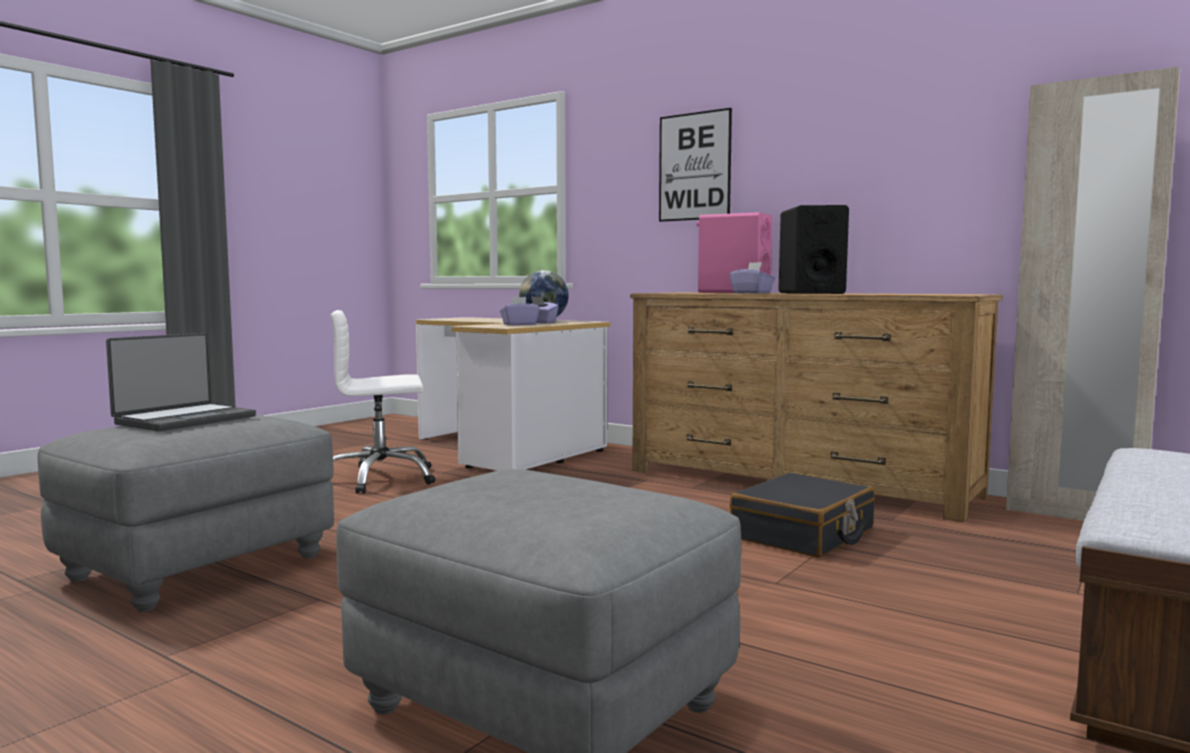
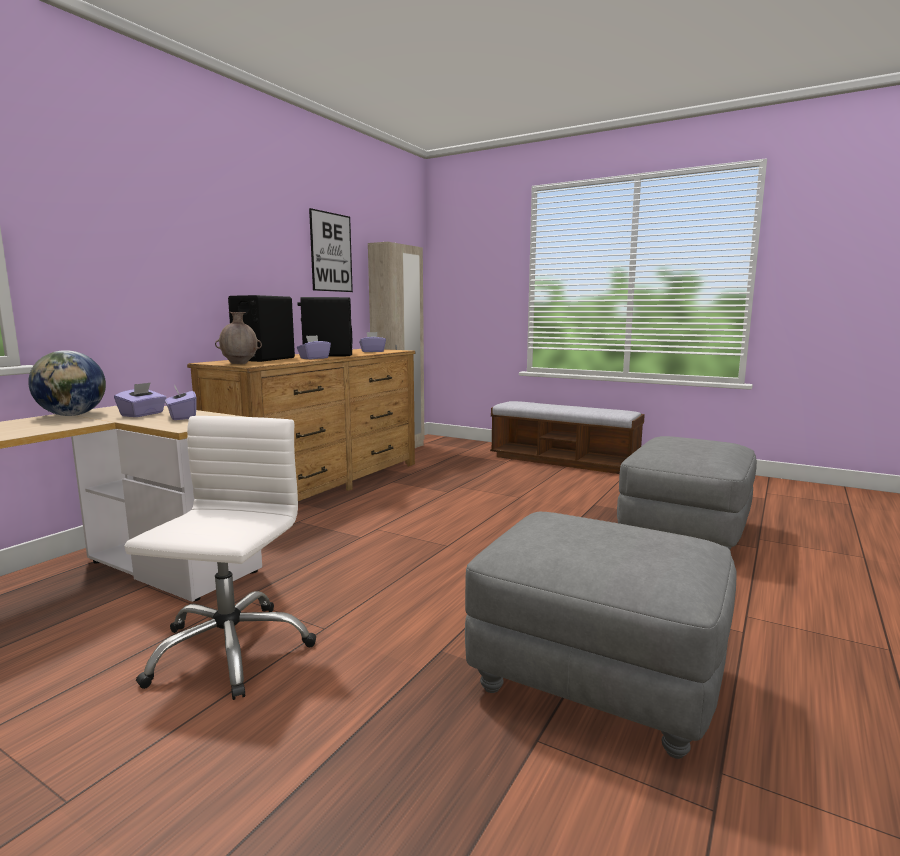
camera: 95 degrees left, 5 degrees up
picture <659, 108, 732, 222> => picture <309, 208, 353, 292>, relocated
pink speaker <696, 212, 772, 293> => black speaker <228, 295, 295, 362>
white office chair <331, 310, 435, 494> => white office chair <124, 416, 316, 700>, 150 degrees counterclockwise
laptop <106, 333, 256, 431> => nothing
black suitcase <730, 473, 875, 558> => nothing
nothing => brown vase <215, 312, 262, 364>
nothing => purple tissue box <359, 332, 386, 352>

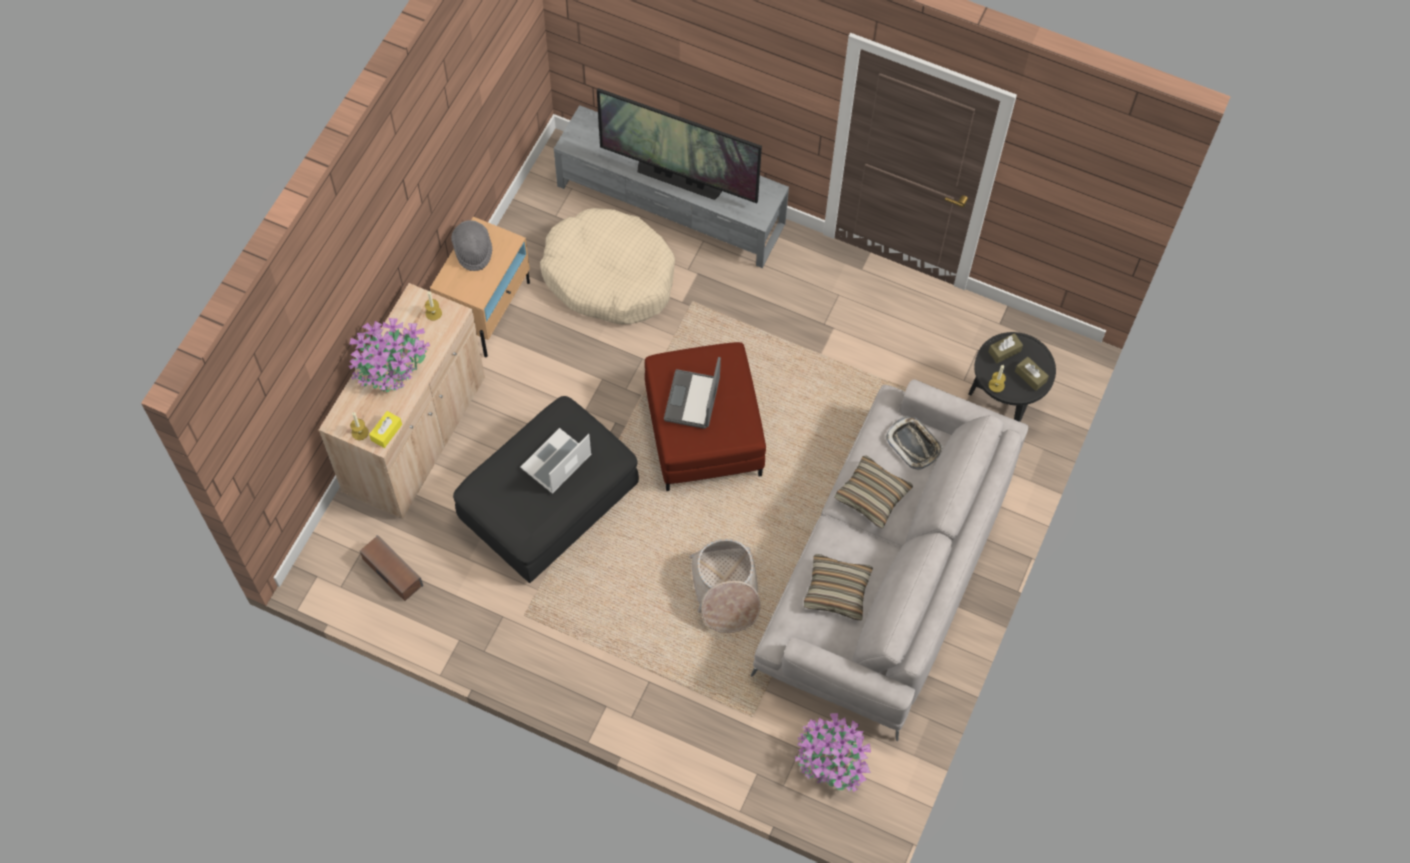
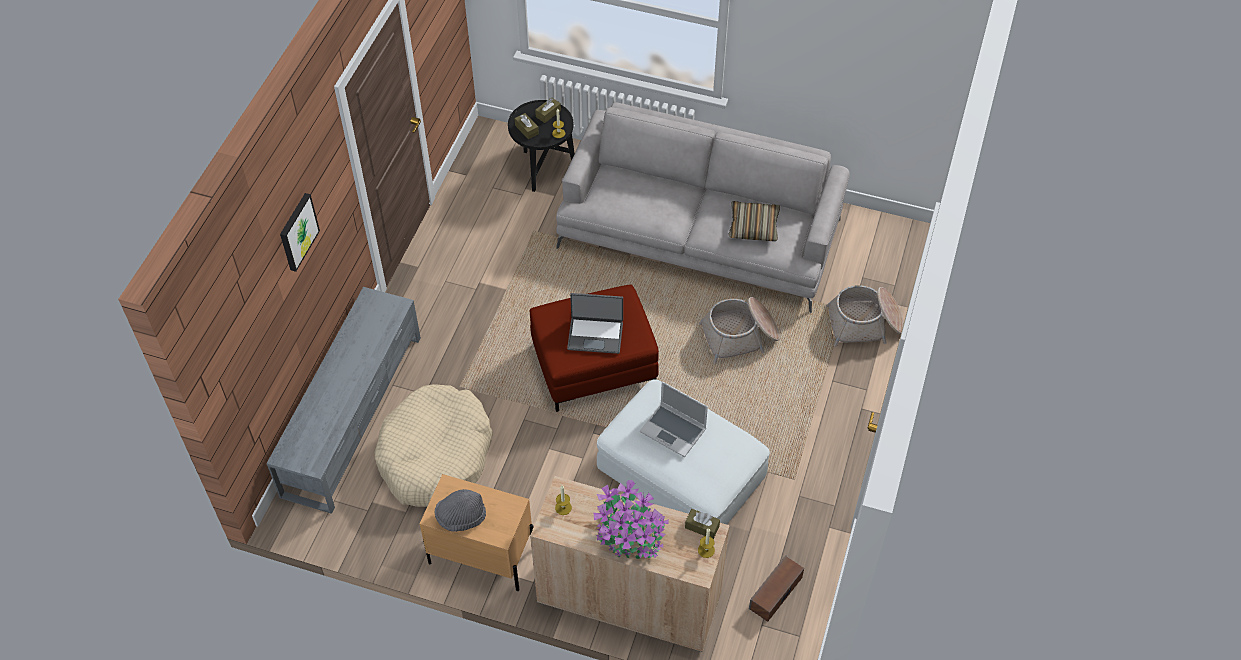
camera: 95 degrees left, 10 degrees down
television <597, 88, 762, 203> => nothing
black ottoman <453, 396, 639, 583> => white ottoman <597, 379, 770, 524>
yellow tissue box <369, 411, 402, 448> => brown tissue box <685, 509, 720, 539>
tray <885, 416, 943, 470> => nothing
pillow <834, 455, 913, 528> => nothing
potted plant <795, 713, 871, 792> => nothing
nothing => picture <280, 193, 320, 272>
nothing => basket <826, 285, 904, 347>

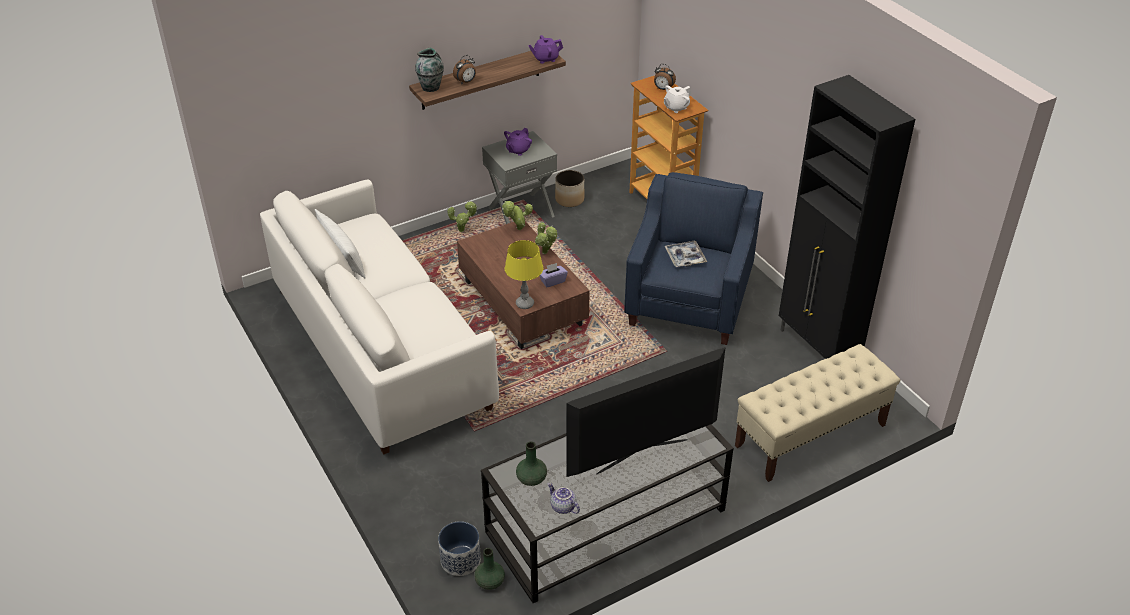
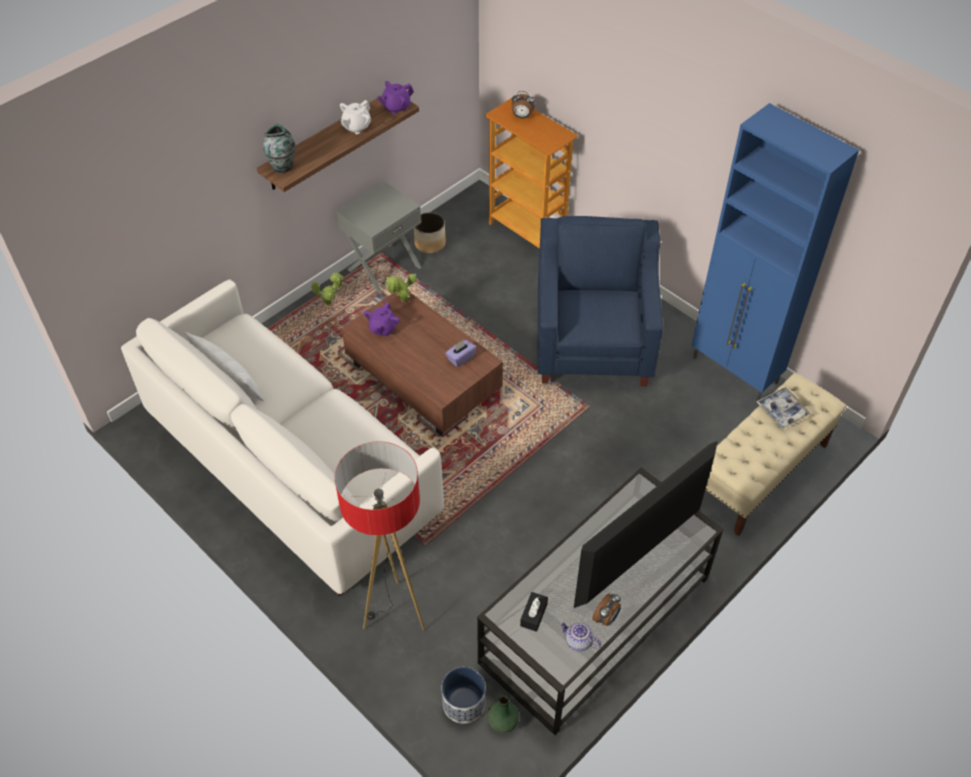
camera: 15 degrees left, 10 degrees up
alarm clock <453, 55, 476, 84> => alarm clock <592, 594, 621, 626>, relocated
black cabinet <779, 75, 915, 359> => blue cabinet <692, 103, 859, 401>
white teapot <664, 85, 691, 113> => white teapot <340, 100, 371, 134>, relocated
purple teapot <504, 128, 532, 156> => purple teapot <364, 302, 400, 336>, relocated
potted plant <535, 221, 557, 254> => nothing
yellow table lamp <505, 240, 543, 309> => nothing
tray <665, 241, 707, 267> => tray <756, 387, 811, 429>, relocated
green vase <516, 442, 547, 486> => black tissue box <520, 592, 548, 632>
nothing => floor lamp <335, 441, 425, 631>

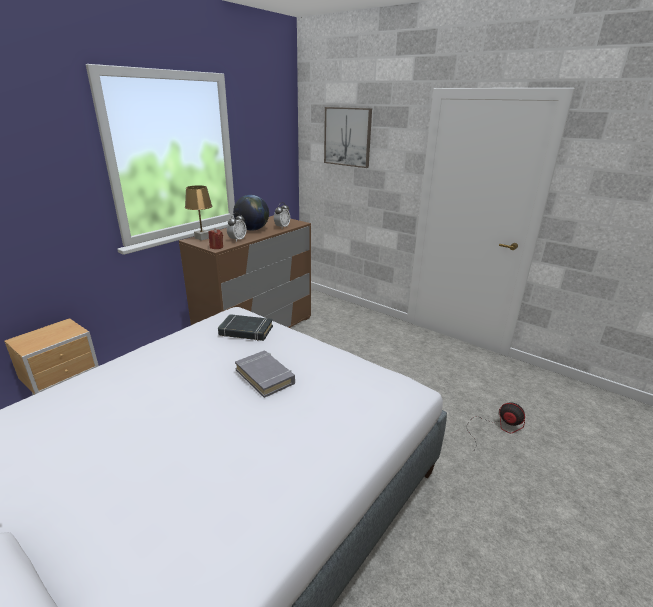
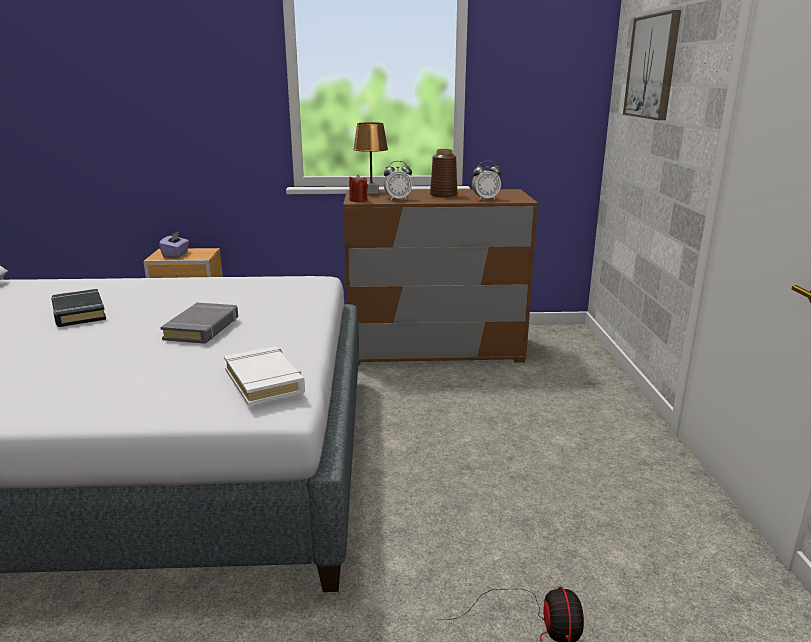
camera: 50 degrees right, 5 degrees down
globe <233, 195, 269, 231> => brown vase <430, 149, 457, 198>
black book <218, 314, 273, 341> => black book <51, 289, 106, 327>, relocated
nothing => purple tissue box <159, 231, 189, 258>
nothing => white book <224, 346, 305, 406>

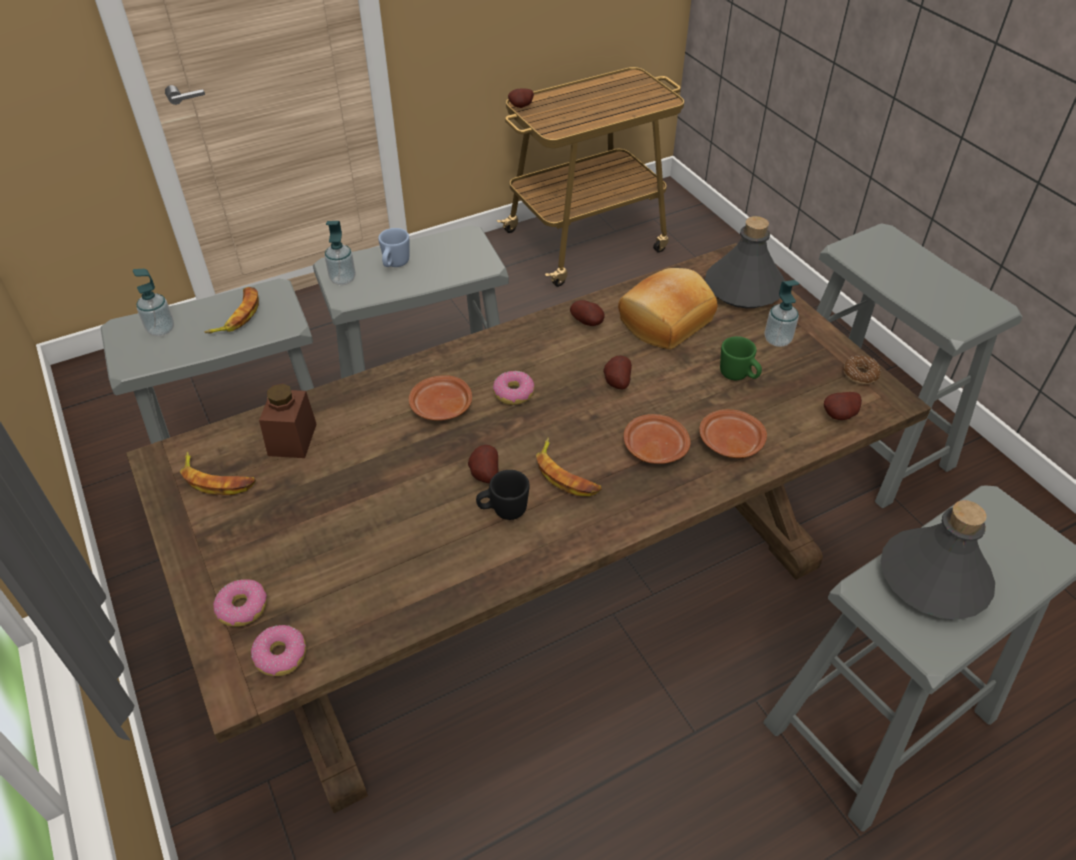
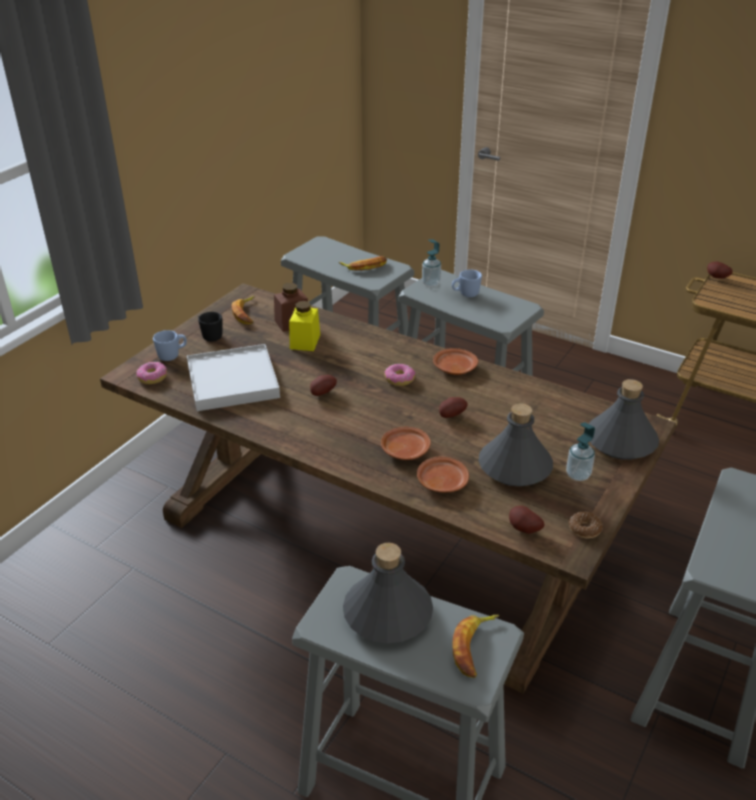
camera: 60 degrees right, 10 degrees down
bread <618, 268, 717, 350> => nothing
soap dispenser <133, 269, 174, 336> => nothing
potato <570, 300, 605, 326> => nothing
green mug <720, 336, 762, 380> => grey bottle <479, 403, 553, 486>
brown plate <409, 375, 472, 421> => brown plate <433, 348, 478, 375>, relocated
banana <536, 438, 602, 497> => banana <453, 615, 499, 678>, relocated
black mug <476, 470, 530, 520> => black mug <198, 312, 222, 341>, relocated
donut <213, 579, 267, 627> => blue mug <153, 330, 187, 361>
nothing => yellow jar <289, 301, 320, 351>
nothing => white tray <187, 344, 280, 411>

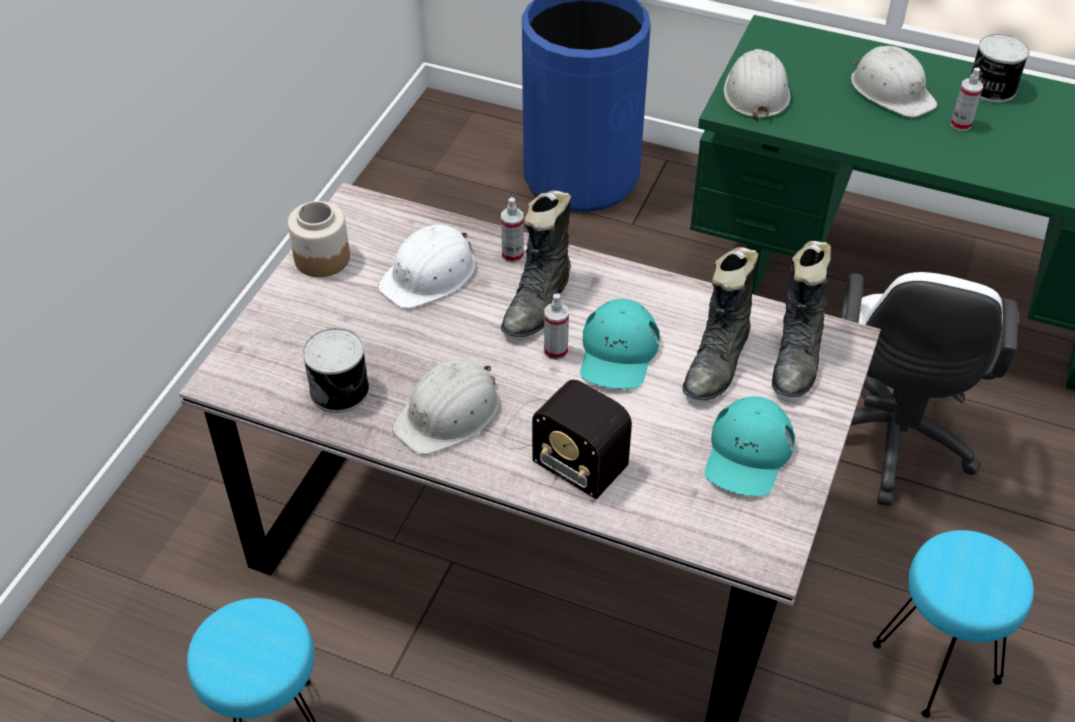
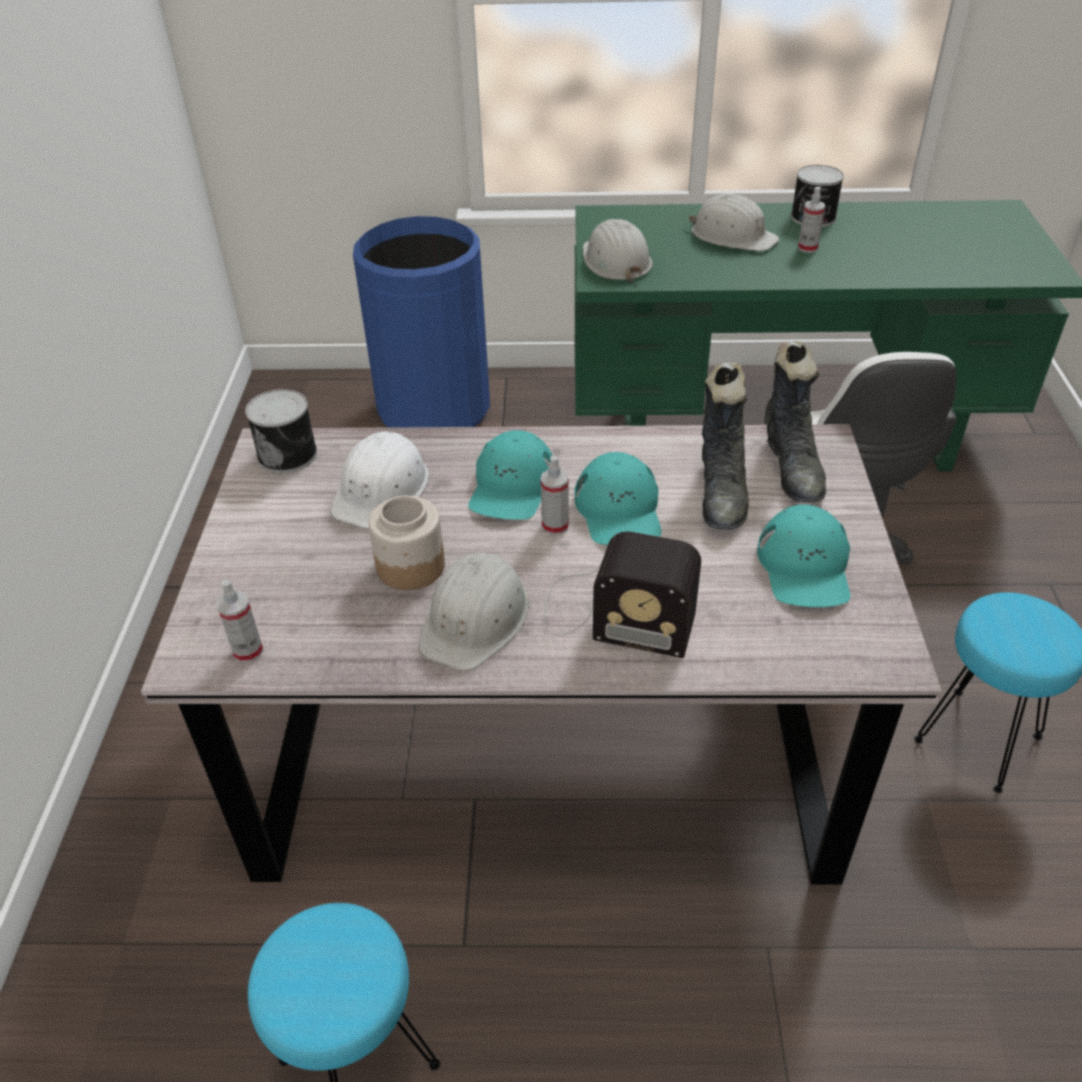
camera: 20 degrees left, 5 degrees down
black boot <501, 190, 571, 337> => turquoise cap <468, 430, 553, 520>
spray bottle <501, 197, 524, 263> => spray bottle <216, 579, 264, 663>, relocated
jar <288, 201, 350, 277> => jar <368, 496, 445, 590>, relocated
can <302, 328, 370, 413> => can <245, 389, 317, 473>, relocated

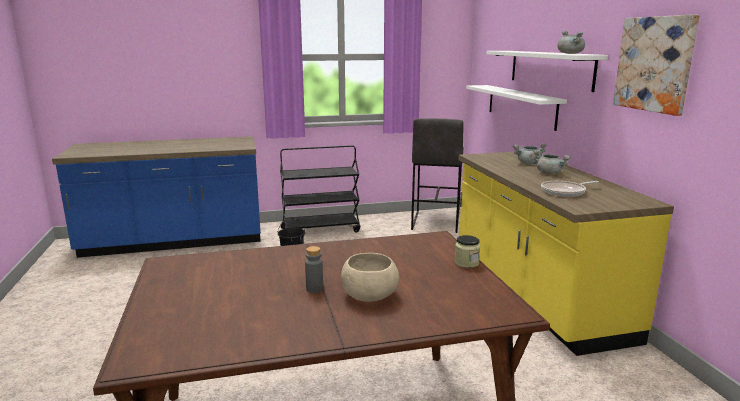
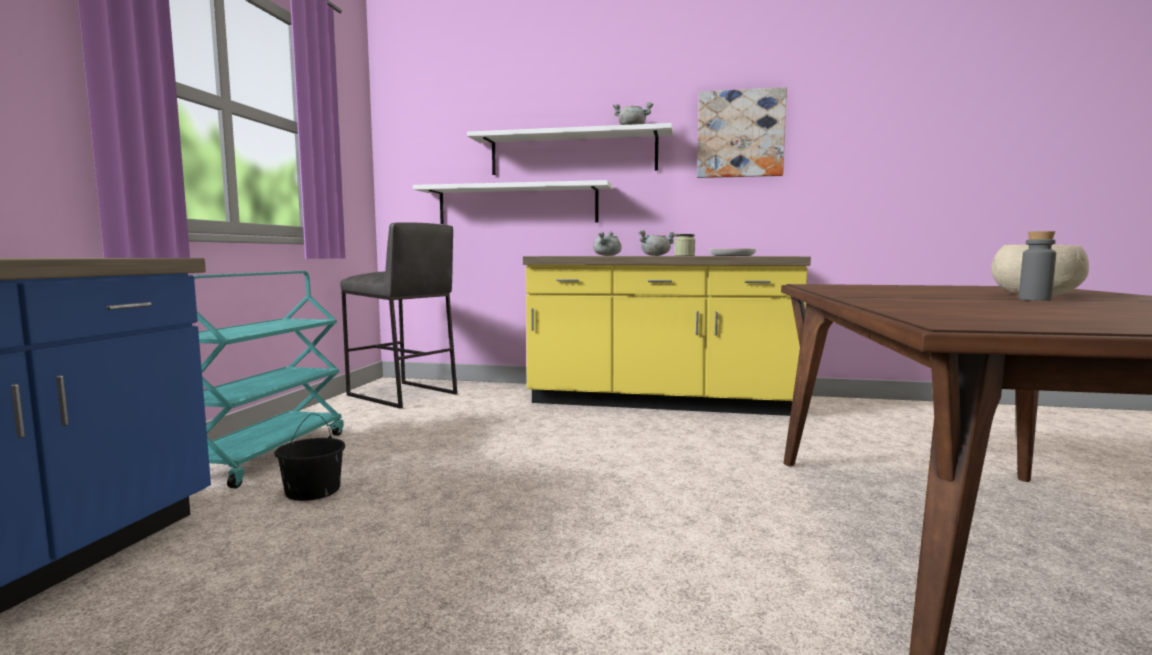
camera: 65 degrees left, 10 degrees down
black cart <280, 145, 360, 233> => turquoise cart <193, 271, 344, 488>
jar <454, 235, 480, 268> => jar <675, 234, 695, 256>, relocated

